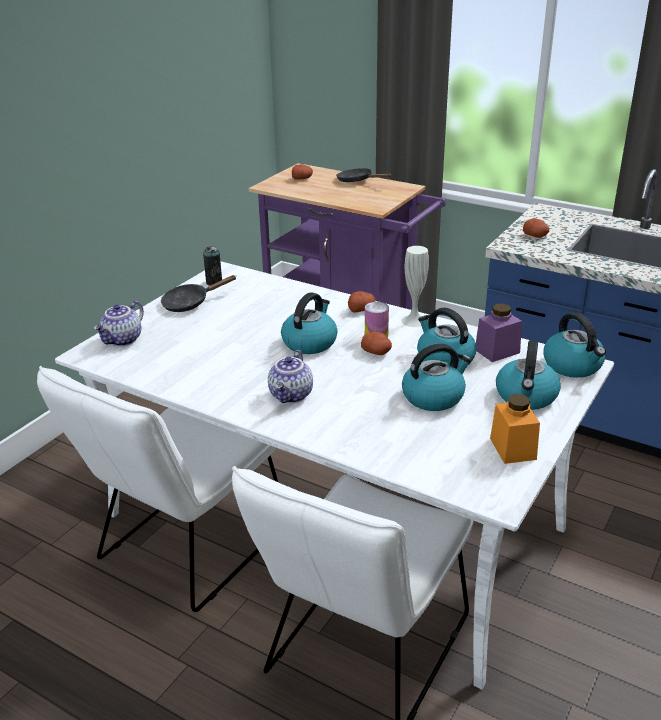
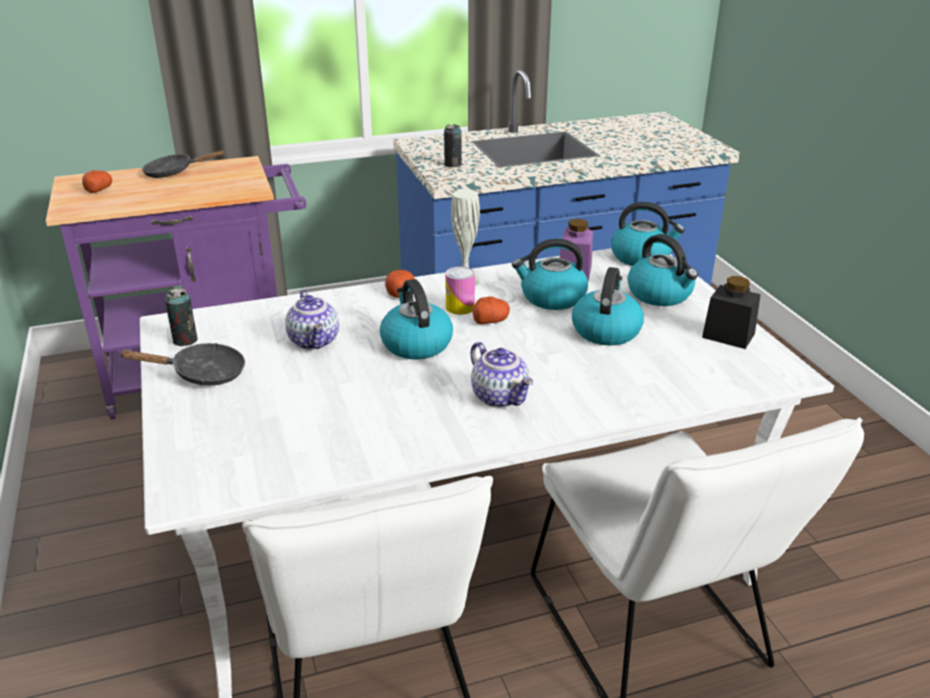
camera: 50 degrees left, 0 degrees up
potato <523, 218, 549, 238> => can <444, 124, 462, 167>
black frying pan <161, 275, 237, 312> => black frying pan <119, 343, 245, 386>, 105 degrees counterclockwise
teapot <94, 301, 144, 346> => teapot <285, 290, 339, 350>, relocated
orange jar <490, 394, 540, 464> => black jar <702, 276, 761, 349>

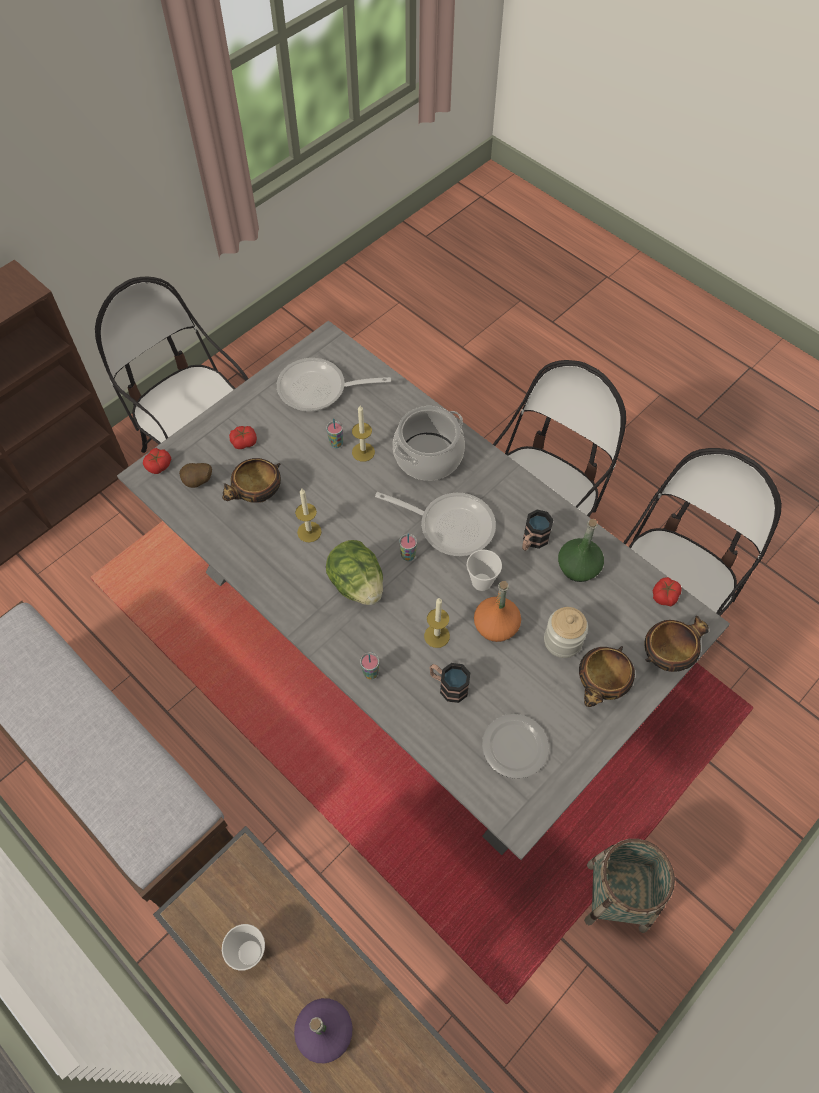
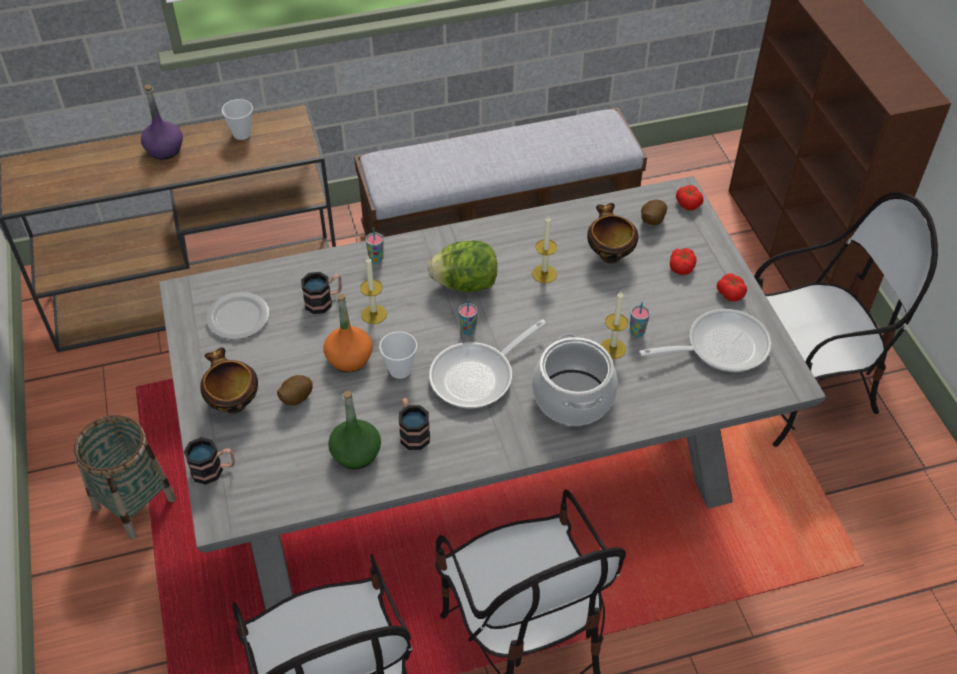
camera: 120 degrees right, 10 degrees down
frying pan <277, 358, 391, 412> => frying pan <639, 309, 772, 372>, 45 degrees clockwise
tomato <653, 577, 682, 606> => tomato <717, 273, 747, 301>, relocated
jar <544, 607, 588, 658> => potato <277, 375, 313, 405>
bowl <644, 616, 709, 672> => mug <184, 437, 235, 485>

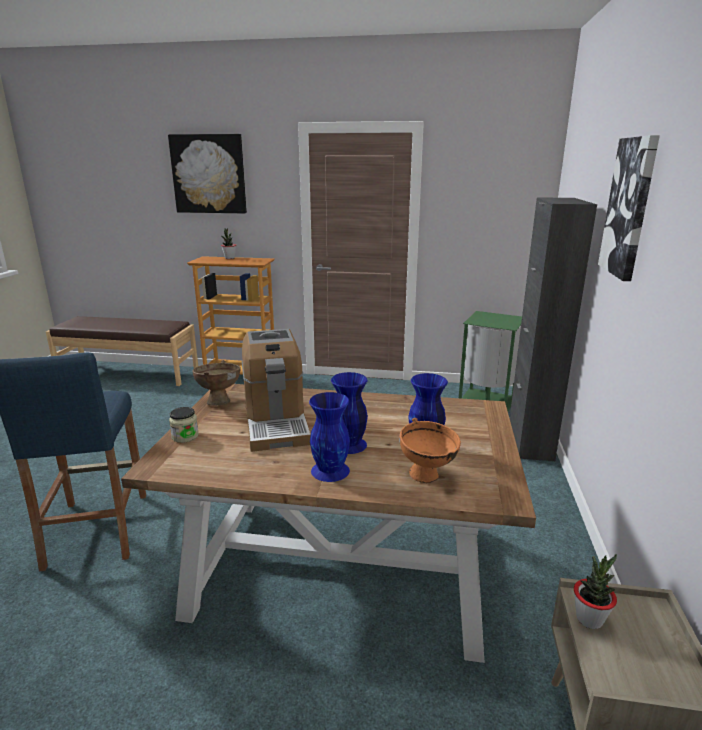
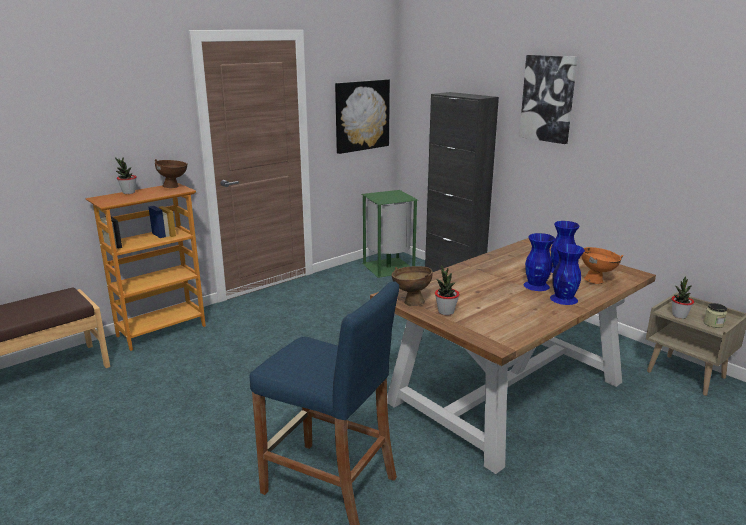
camera: 50 degrees left, 0 degrees up
picture <168, 134, 247, 214> => picture <335, 79, 390, 154>, relocated
coffee machine <242, 329, 311, 452> => nothing
jar <169, 407, 199, 443> => jar <704, 303, 727, 328>, relocated
nothing => brown bowl <155, 159, 188, 188>
nothing => potted plant <435, 265, 460, 316>

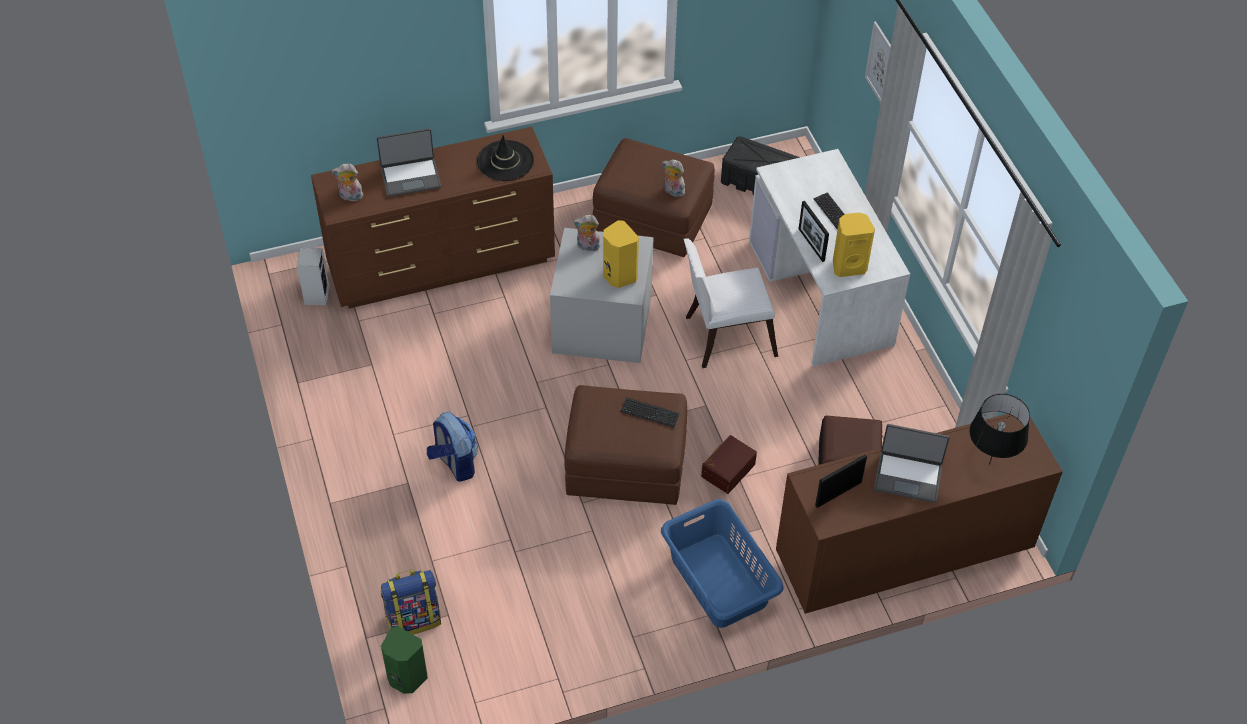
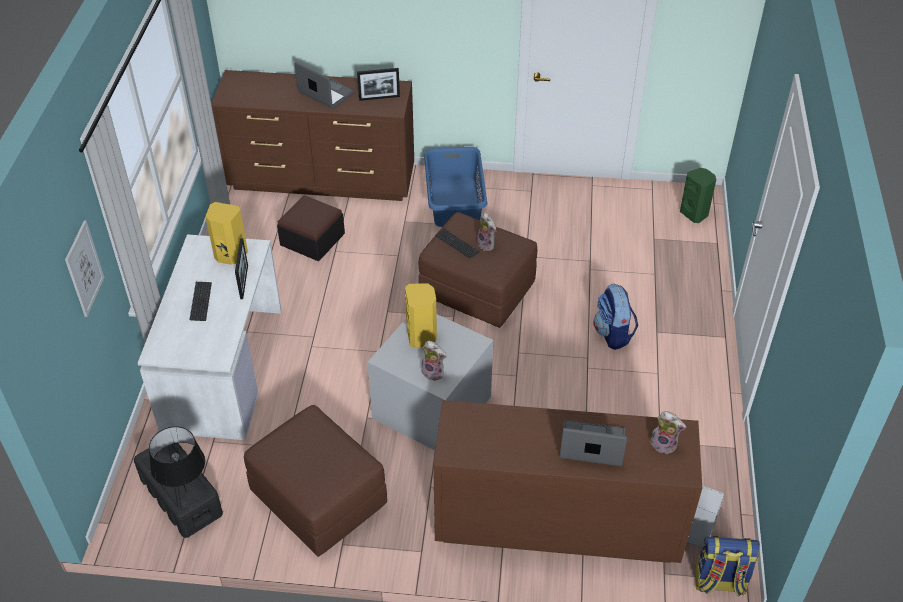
camera: 155 degrees left, 5 degrees down
black hat <477, 135, 534, 181> => nothing
plush toy <662, 159, 685, 197> => plush toy <477, 212, 496, 251>, relocated
white chair <684, 239, 778, 368> => nothing
black table lamp <969, 394, 1030, 465> => black table lamp <149, 426, 205, 491>, relocated
brown storage box <701, 435, 757, 494> => nothing
backpack <381, 570, 441, 635> => backpack <695, 536, 760, 597>, relocated

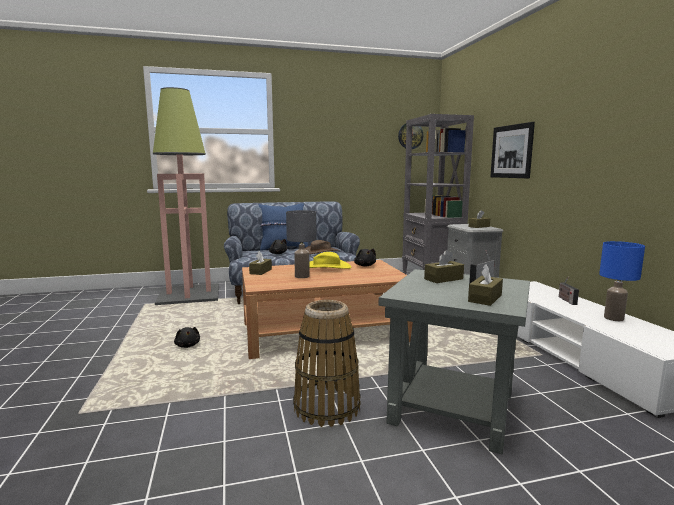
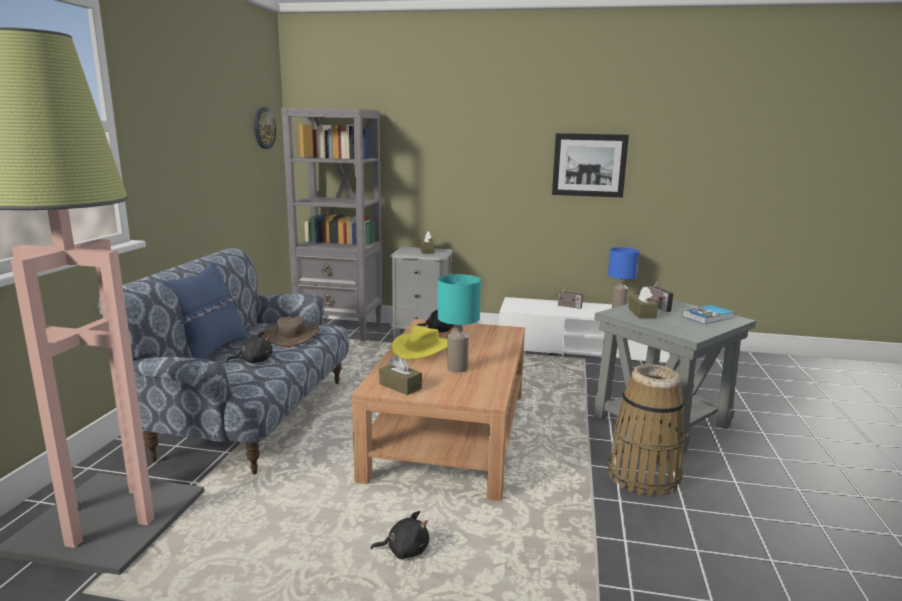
camera: 65 degrees left, 5 degrees up
picture <491, 122, 535, 178> => picture <552, 133, 629, 198>, relocated
grey table lamp <286, 210, 316, 278> => turquoise table lamp <438, 274, 481, 373>
brown tissue box <468, 264, 503, 306> => book <682, 305, 734, 324>

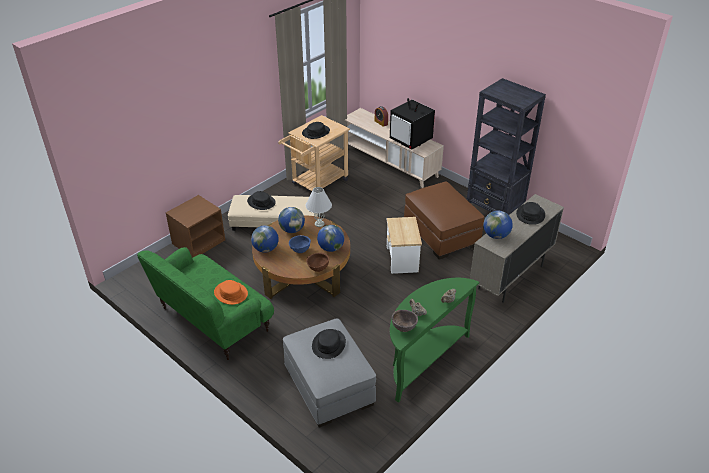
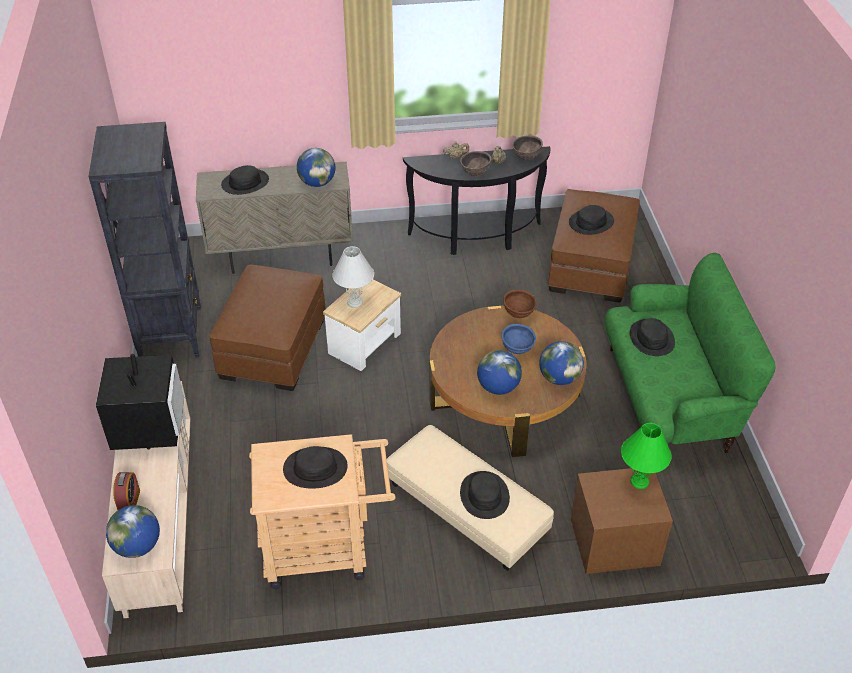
camera: 140 degrees left, 5 degrees up
white table lamp <306, 187, 332, 227> => white table lamp <332, 246, 374, 308>, relocated
globe <317, 225, 344, 252> => globe <106, 505, 160, 558>, relocated
green console table <390, 278, 479, 403> => black console table <403, 146, 551, 255>
orange hat <214, 280, 248, 305> => black hat <630, 318, 675, 356>
grey ottoman <283, 318, 376, 427> => brown ottoman <548, 189, 640, 303>
nothing => brown bowl <460, 151, 492, 176>
nothing => green table lamp <621, 423, 671, 489>

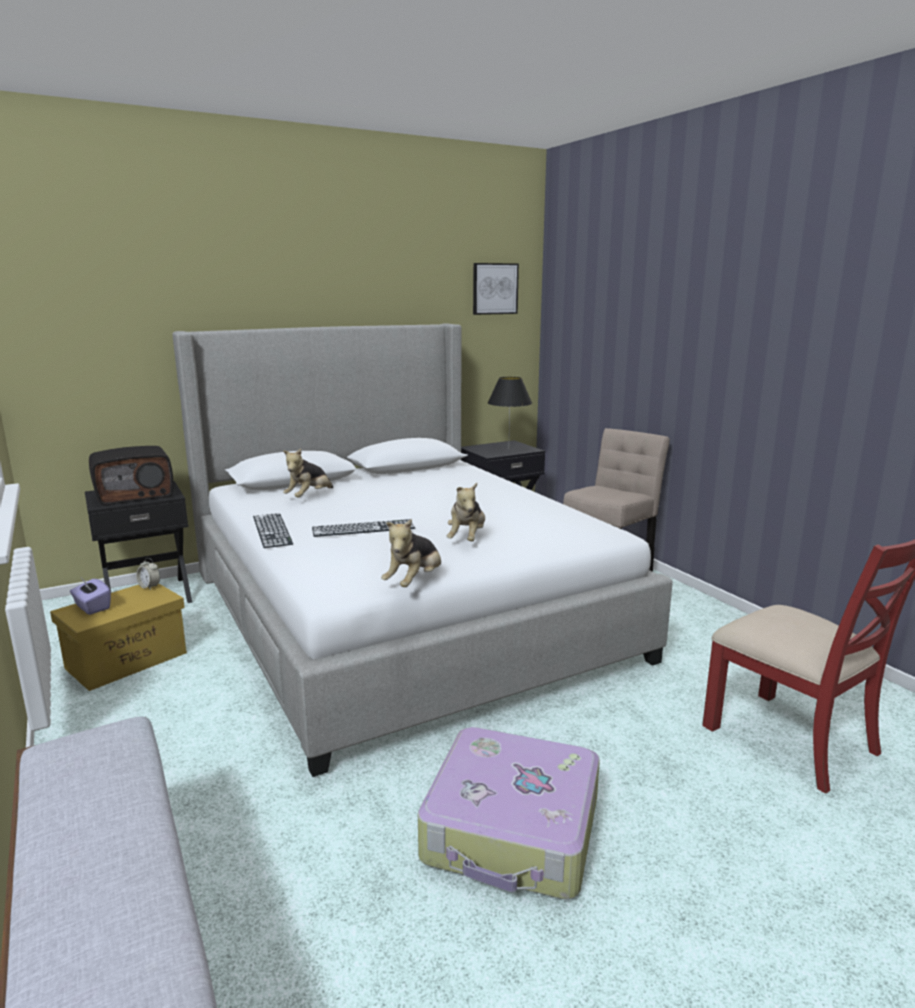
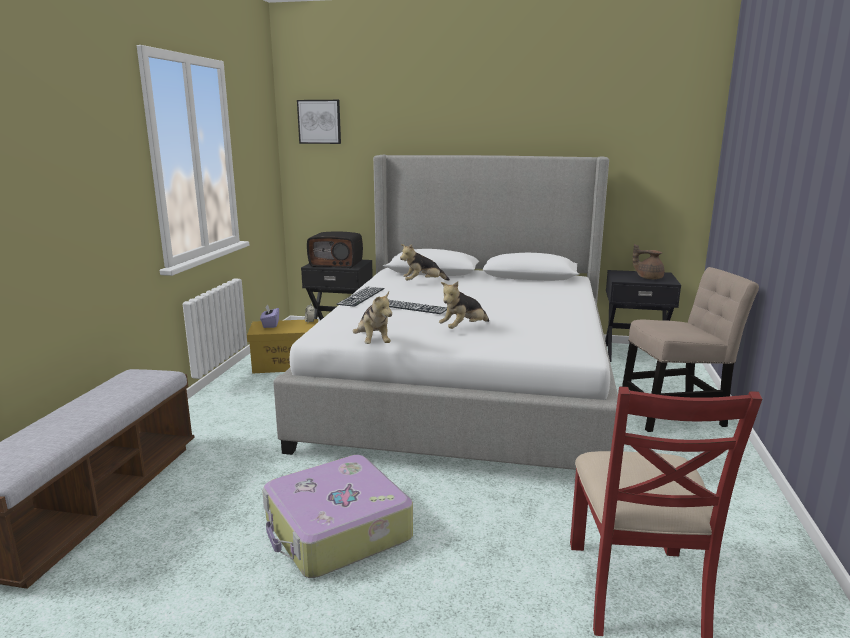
camera: 40 degrees right, 0 degrees up
picture <473, 263, 519, 315> => picture <297, 100, 341, 144>, relocated
black table lamp <487, 377, 532, 431> => brown teapot <633, 244, 664, 279>
plush toy <381, 519, 441, 587> => plush toy <353, 291, 392, 344>, 90 degrees counterclockwise

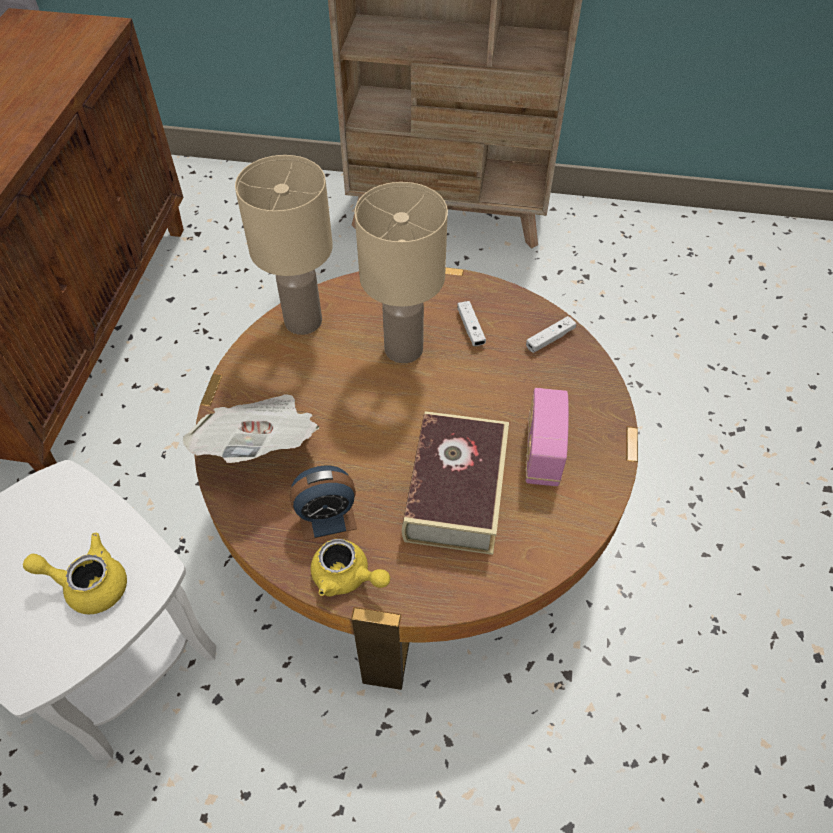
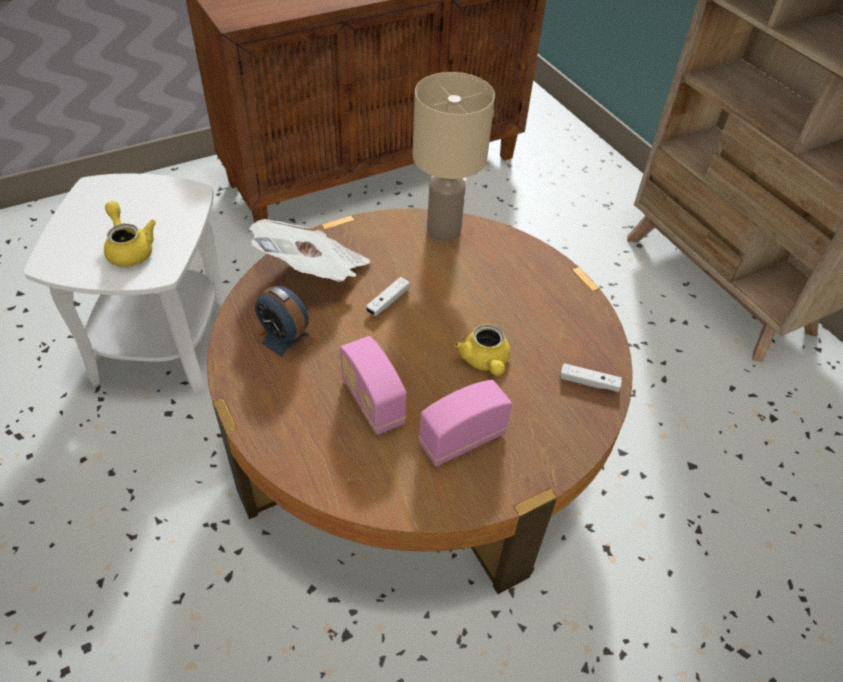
camera: 50 degrees right, 5 degrees down
beige table lamp <355, 182, 448, 363> => nothing
white game controller <457, 301, 486, 346> => white game controller <366, 277, 410, 316>, relocated
book <402, 411, 509, 555> => radio <340, 336, 407, 435>
yellow teapot <311, 539, 390, 597> => yellow teapot <454, 324, 510, 376>, relocated

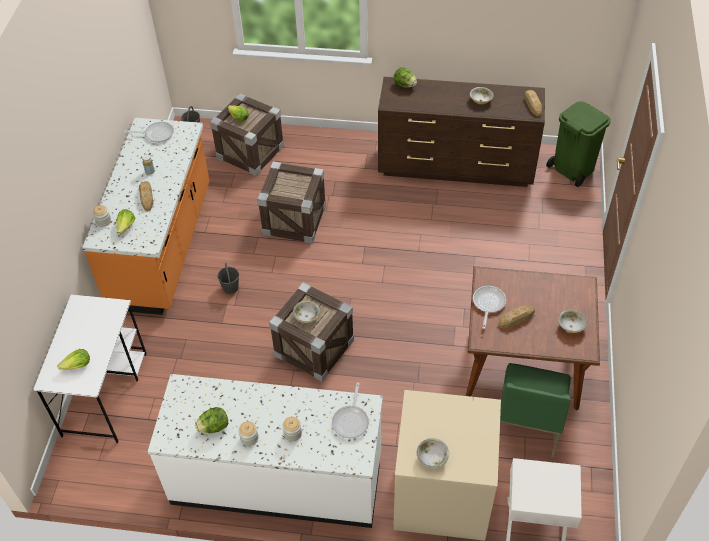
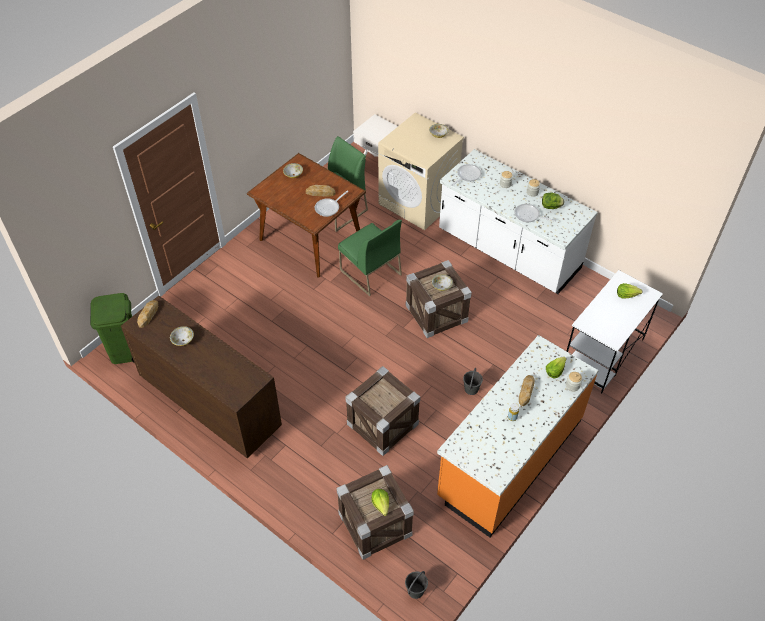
camera: 150 degrees left, 0 degrees up
lettuce <394, 67, 417, 88> => nothing
frying pan <124, 122, 174, 143> => frying pan <514, 204, 556, 222>, relocated
nothing => green chair <338, 220, 402, 296>

